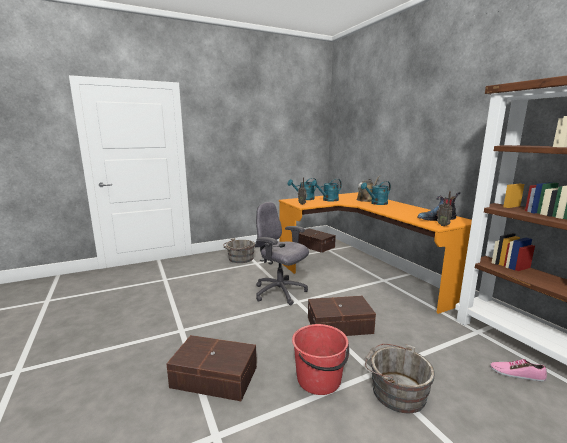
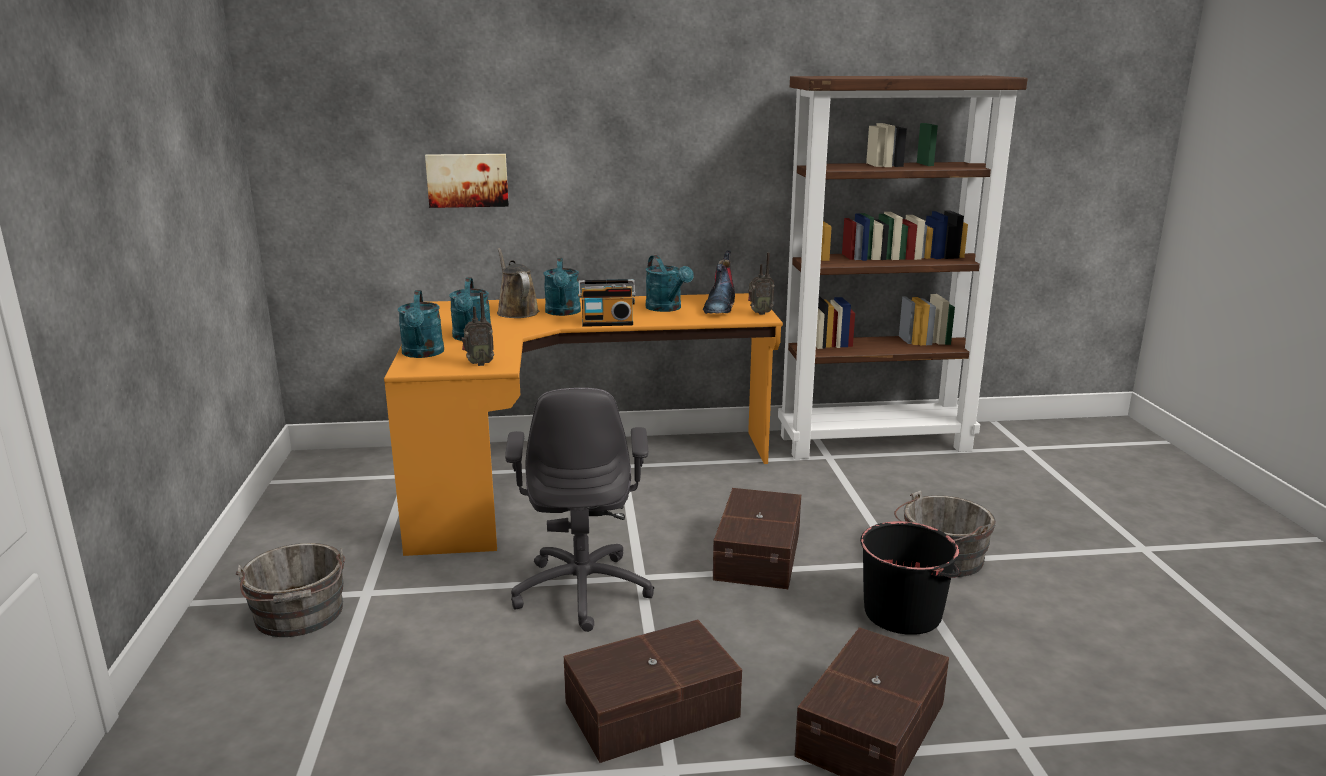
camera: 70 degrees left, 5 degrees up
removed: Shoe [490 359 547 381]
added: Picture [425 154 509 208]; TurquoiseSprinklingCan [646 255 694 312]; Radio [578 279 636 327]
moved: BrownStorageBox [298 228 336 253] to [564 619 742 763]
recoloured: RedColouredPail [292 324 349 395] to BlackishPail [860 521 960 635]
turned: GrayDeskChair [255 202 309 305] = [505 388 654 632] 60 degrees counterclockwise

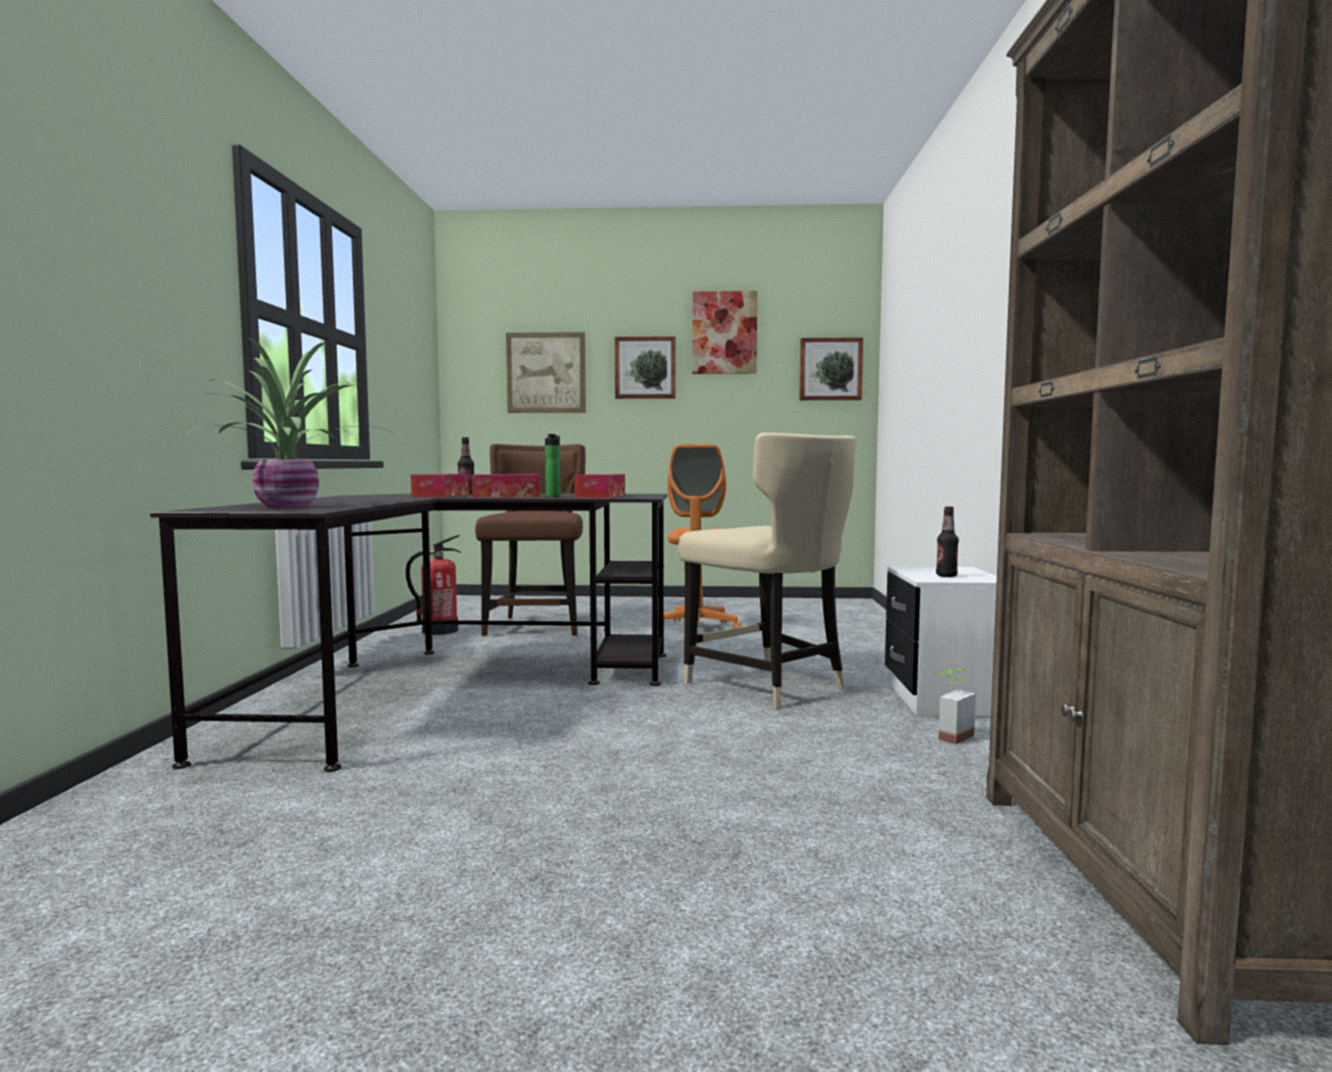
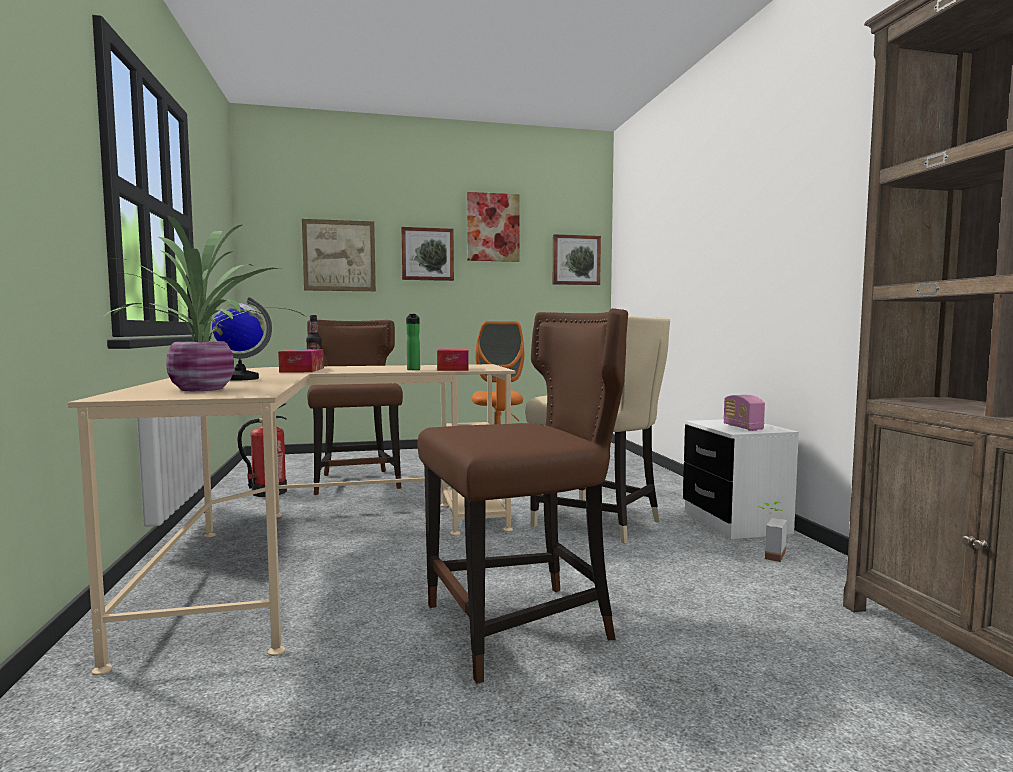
camera: 15 degrees left, 0 degrees up
removed: TissueHolder [471 474 540 498]
added: WorldGlobe [212 297 272 381]; BrownUprightChair [417 308 628 684]
replaced: Bottle [936 506 959 577] to Radio [723 395 765 431]
recoloured: BlackishDeskTable [150 494 668 772] to SandColouredDeskTable [68 364 515 675]

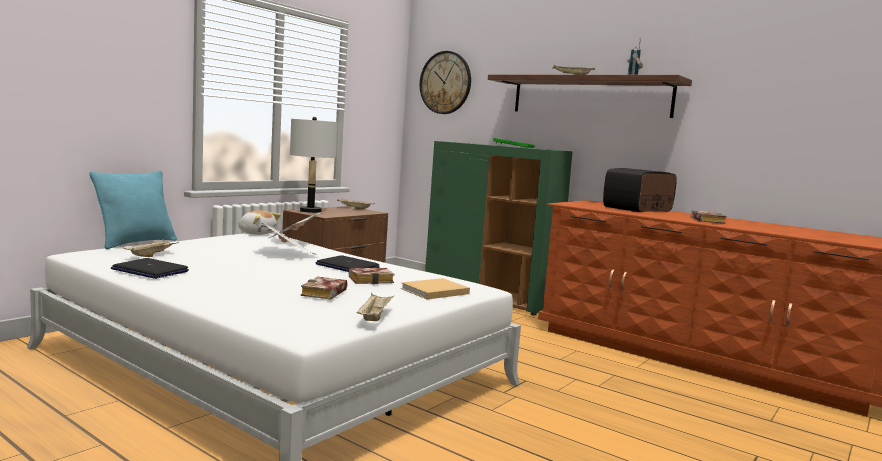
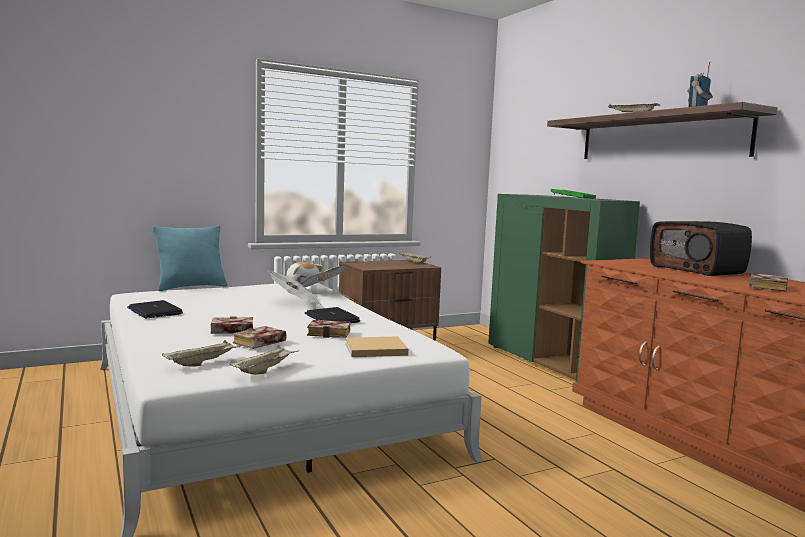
camera: 25 degrees right, 0 degrees up
removed: WallClock [420 51 471 114]; GrayLampForATable [290 117 337 213]
added: Volume [211 316 253 334]
moved: SandColouredServingTray [124 239 178 257] to [162 340 240 367]
turned: Radio [603 168 677 212] = [650 221 752 276] 105 degrees counterclockwise

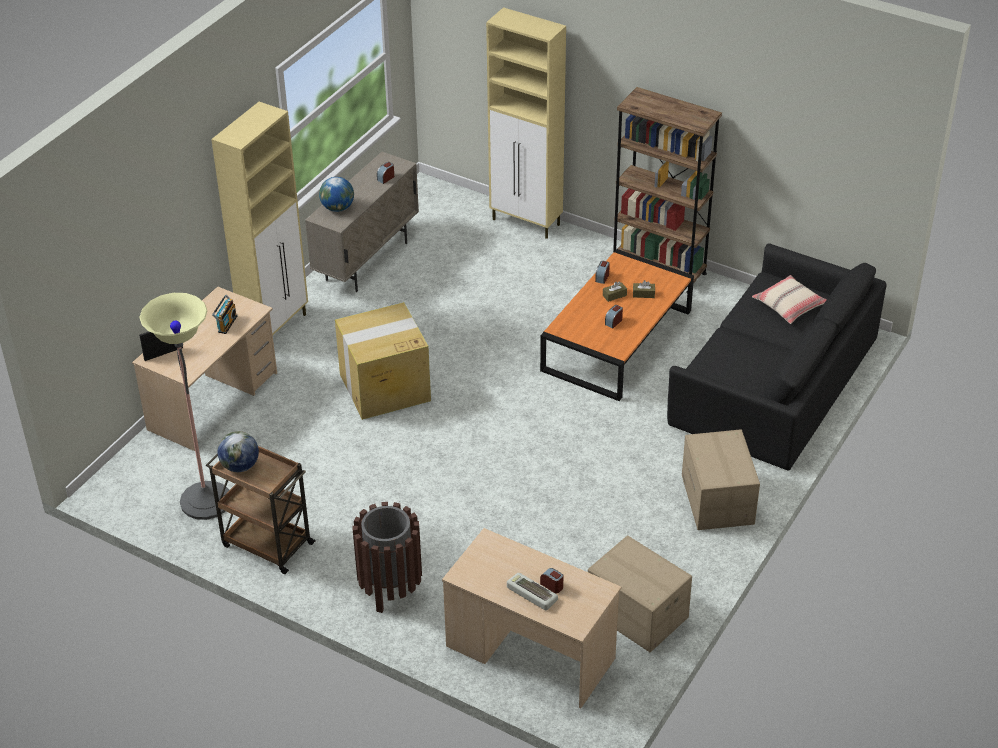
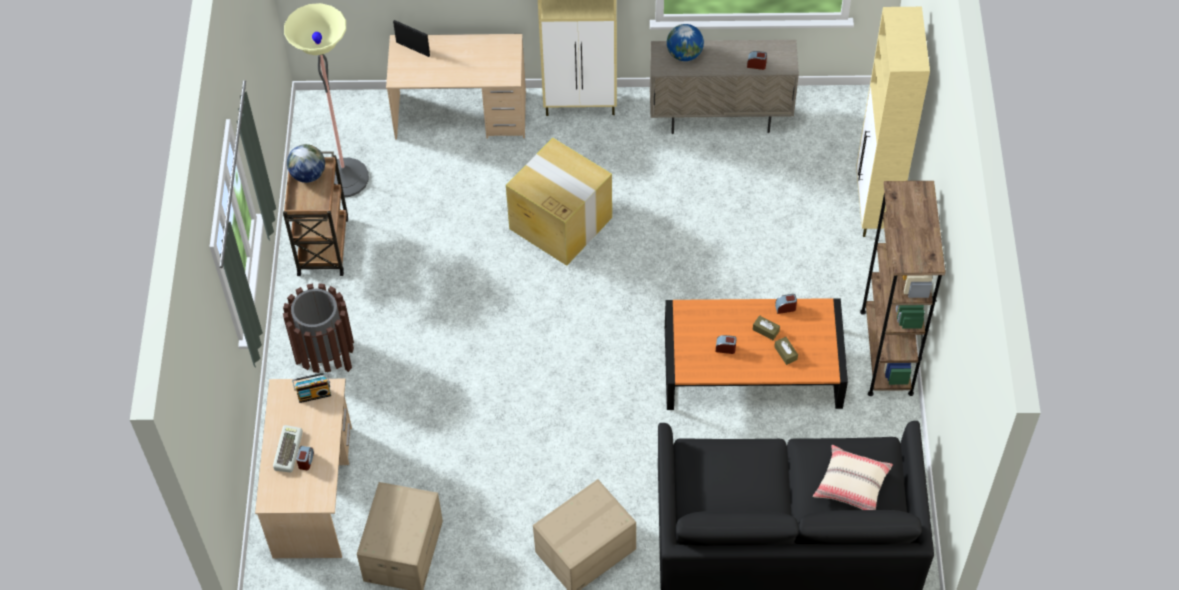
camera: 60 degrees right, 15 degrees up
moved: Radio [212 295 237 334] to [292 372 331 403]

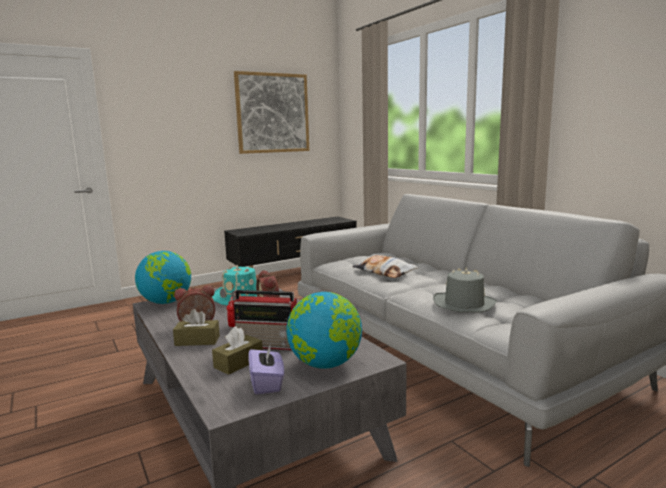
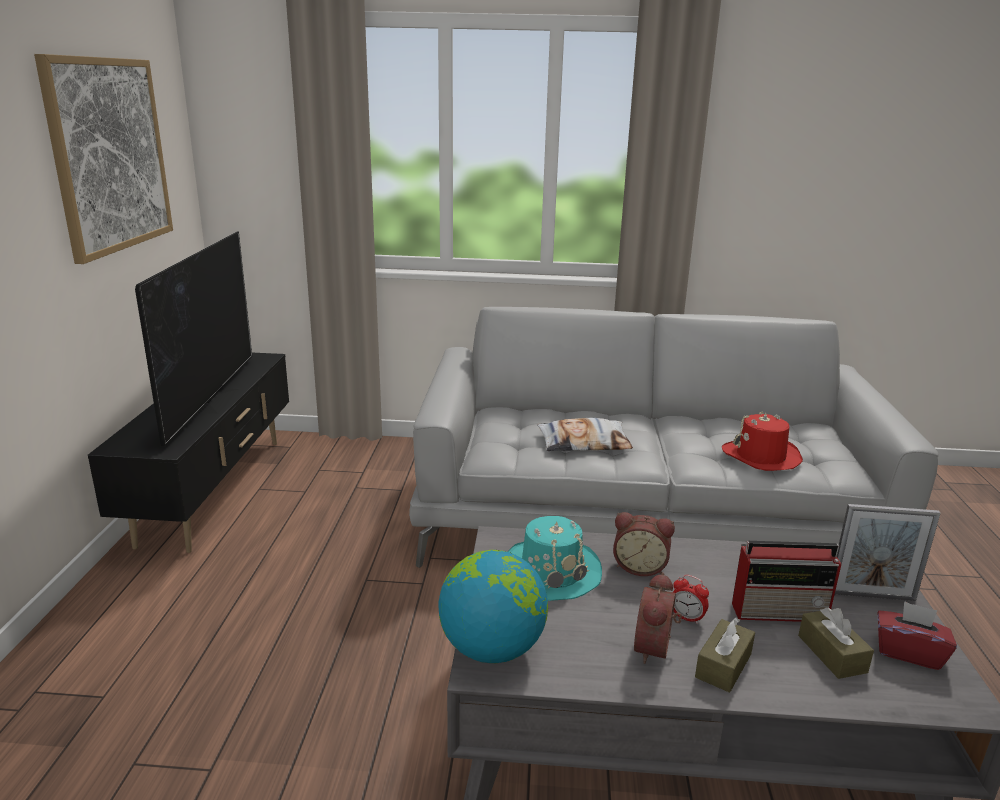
camera: 55 degrees left, 10 degrees up
added: Television [135 231 252 446]
replaced: WorldGlobe [286 292 362 369] to PictureFrame [835 504 940 601]
recoloured: GrayHat [433 268 497 313] to RedColouredHat [722 412 803 471]; PurpleColouredTissueHolder [248 345 284 395] to RedColouredTissueHolder [877 601 957 670]
turned: Radio [232 290 297 350] = [732 541 841 622] 45 degrees clockwise

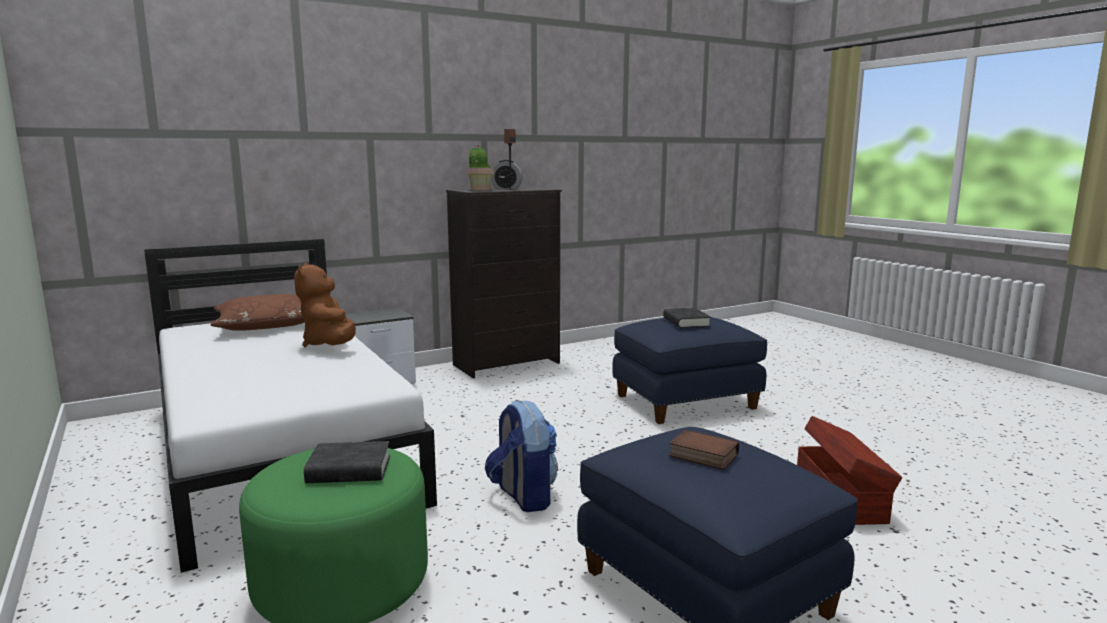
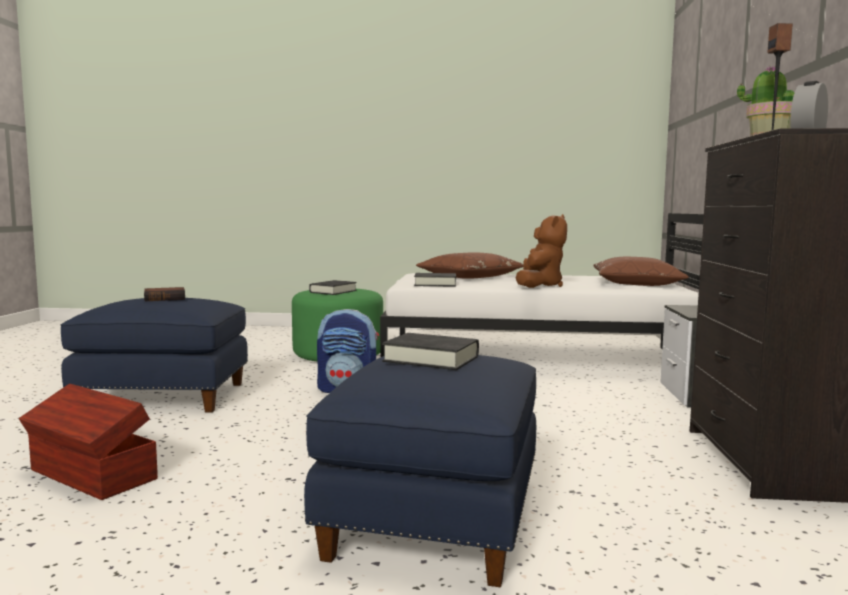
camera: 125 degrees right, 5 degrees down
added: BrownPillow [416 252 523 279]; BlackishVolume [414 273 456 287]
turned: BrownPlushToy [294 263 356 347] = [516 214 567 288] 90 degrees clockwise

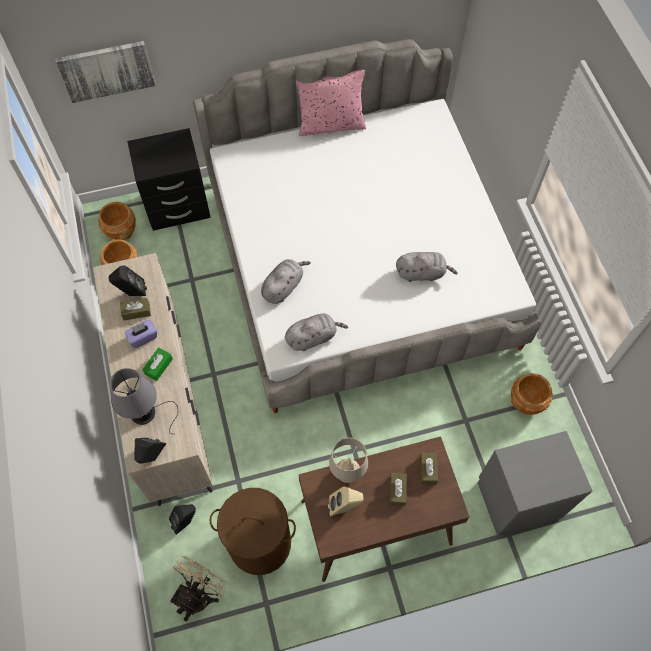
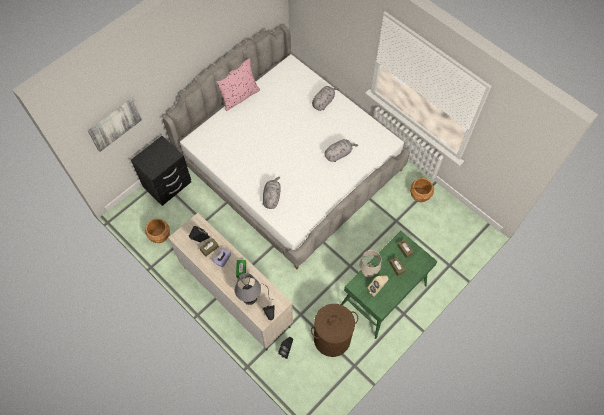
camera: 30 degrees left, 0 degrees up
removed: BrownFlowerPot [98 202 136 240]; GrayNightTable [478 431 592 536]; SandColouredElectricFan [169 556 228 621]
moved: GrayPlushToy [285 313 348 351] to [312 86 339 111]
recoloured: BrownDeskTable [298 436 470 582] to GreenishDeskTable [341 231 437 339]

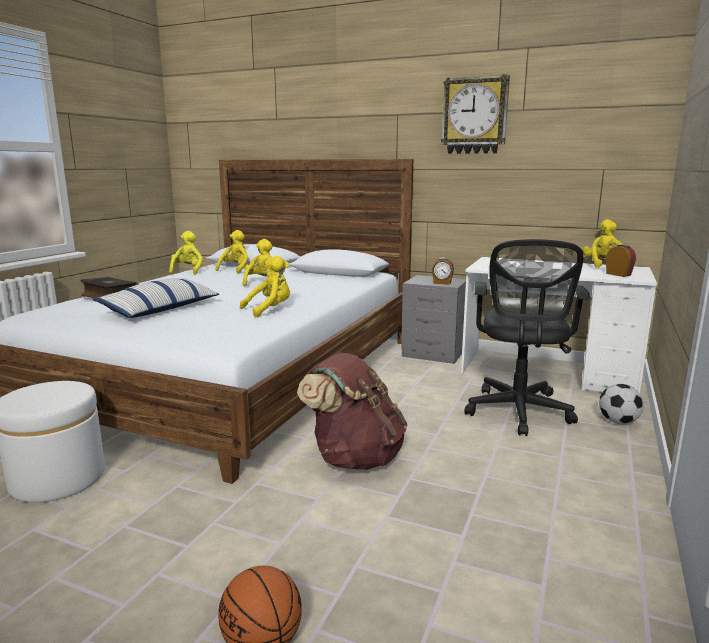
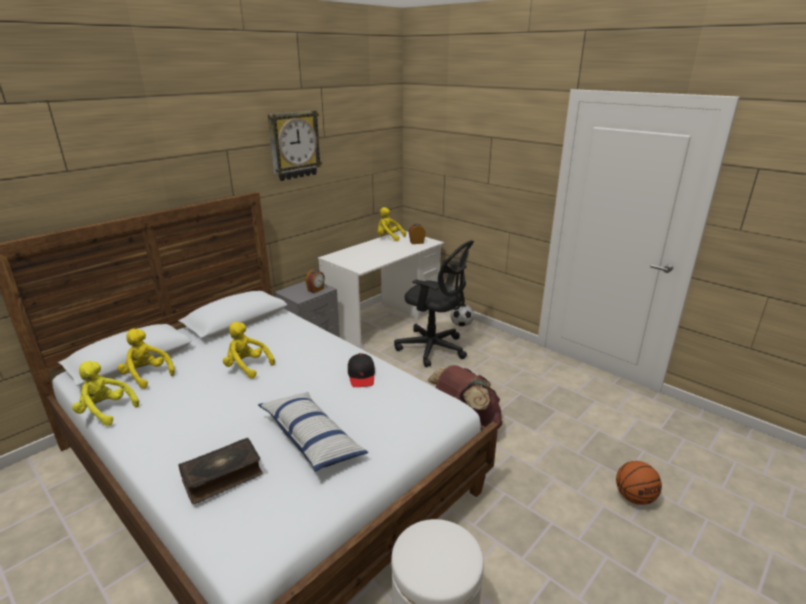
camera: 70 degrees left, 10 degrees up
replaced: YellowishPlushToy [240 256 290 317] to BlackishBaseballCap [348 353 375 387]

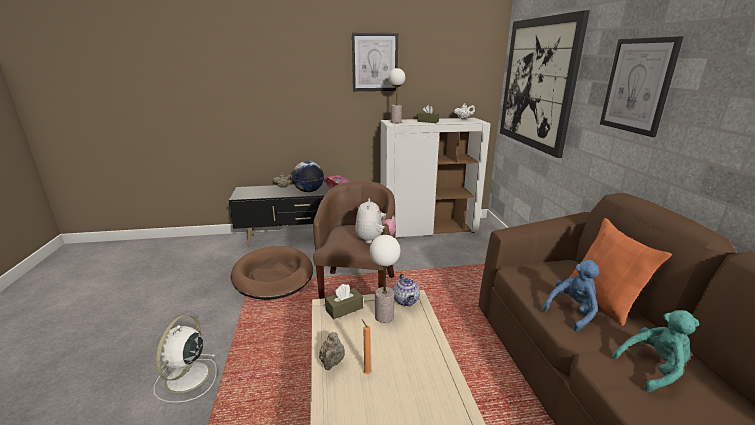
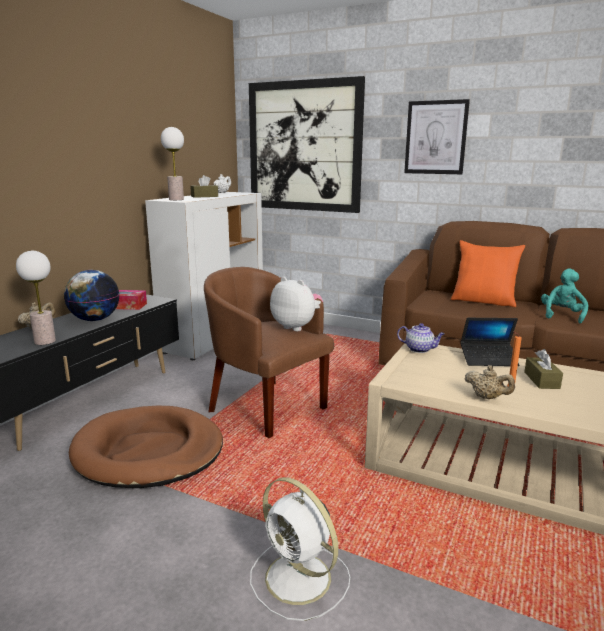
camera: 55 degrees left, 5 degrees down
removed: Picture [352 33 398 91]; BluePlushToy [542 260 599 331]
added: NotebookComputer [460 318 519 366]
moved: LampForATable [370 235 400 323] to [16 251 56 345]; BrownTissueHolder [325 284 363 319] to [524 349 563 389]

